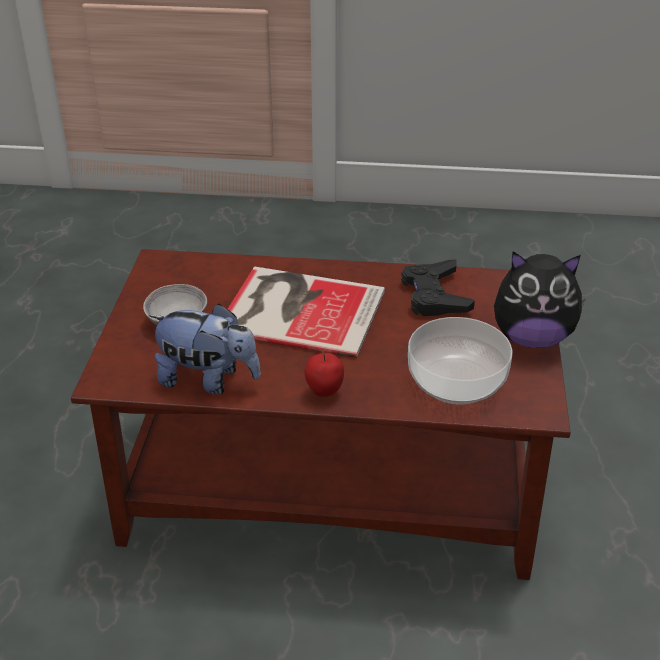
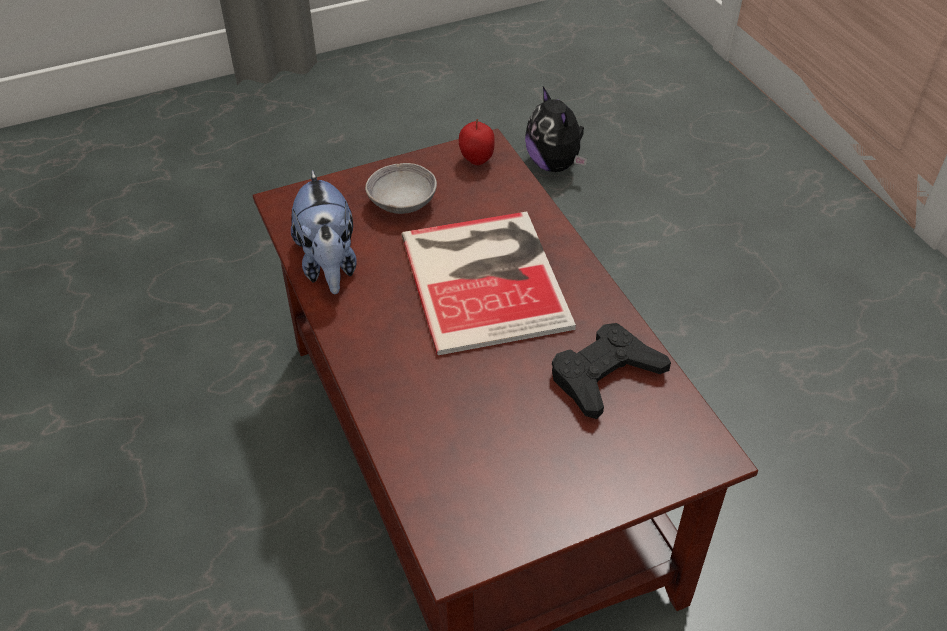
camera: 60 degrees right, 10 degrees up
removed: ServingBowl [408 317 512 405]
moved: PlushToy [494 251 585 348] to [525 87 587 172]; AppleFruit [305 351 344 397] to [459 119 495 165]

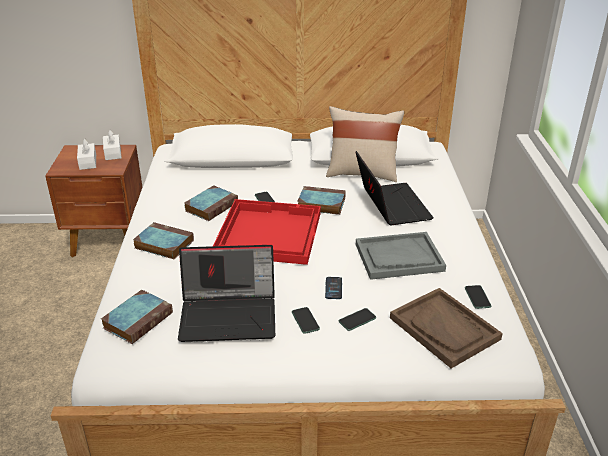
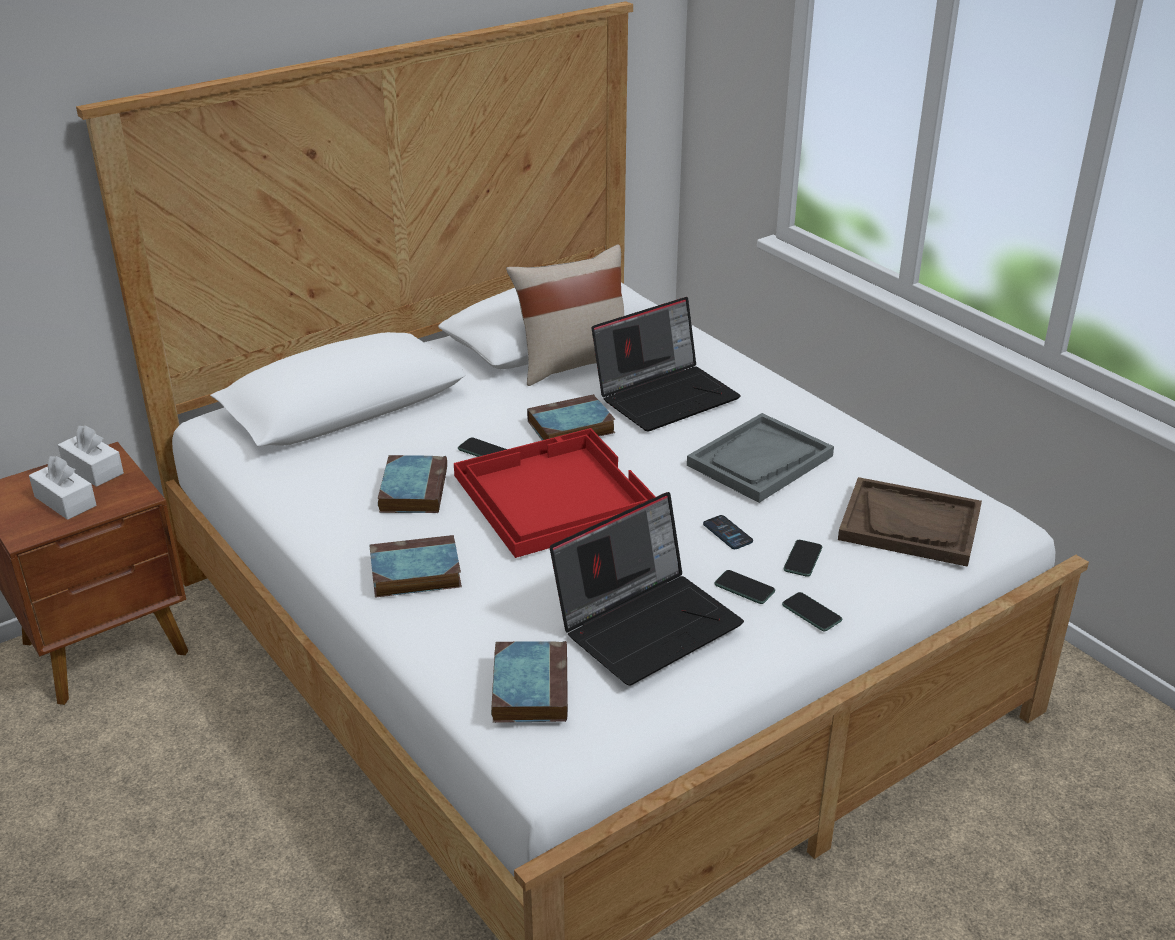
camera: 35 degrees left, 0 degrees up
moved: Handset [465 285 491 309] to [782 592 842 631]
turned: NotebookComputer [355 151 434 226] = [592 297 741 432] 105 degrees clockwise

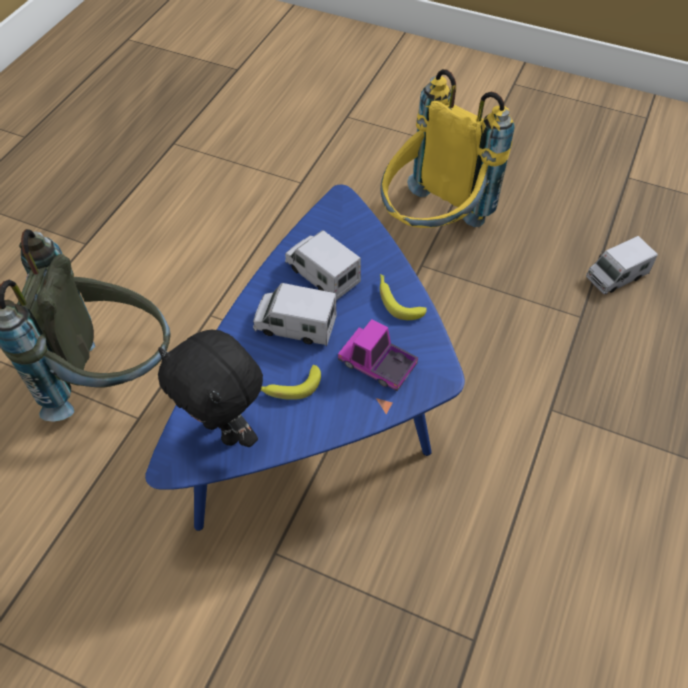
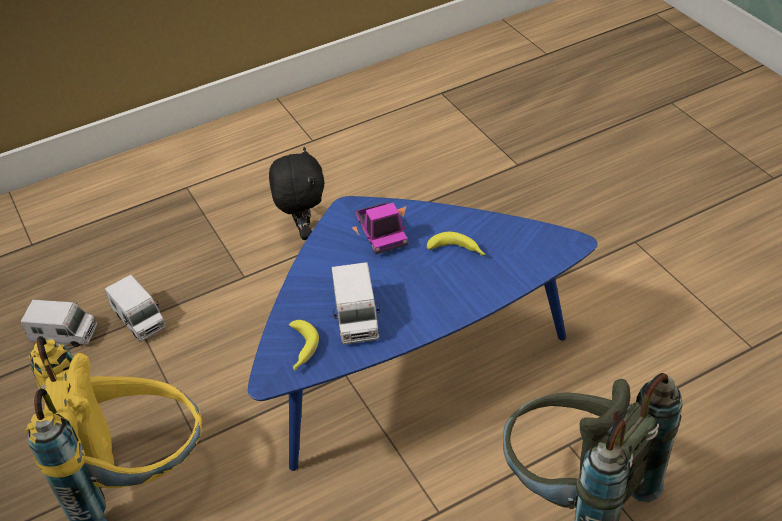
camera: 140 degrees left, 10 degrees down
moved: WholeBanana [380 274 427 320] to [289 320 319 370]; ToyTruck [253 283 336 346] to [105 275 166 341]; BlackishPlushToy [158 330 263 447] to [269 147 325 240]

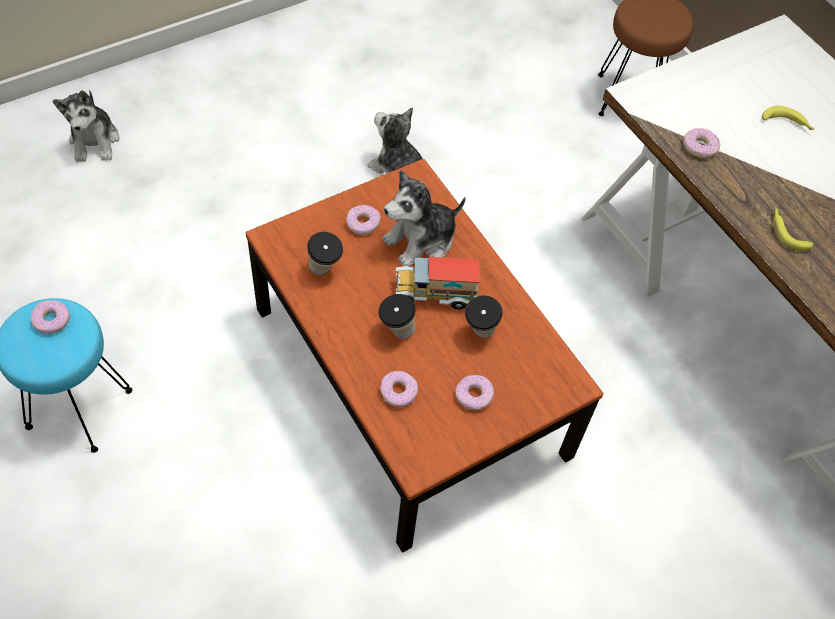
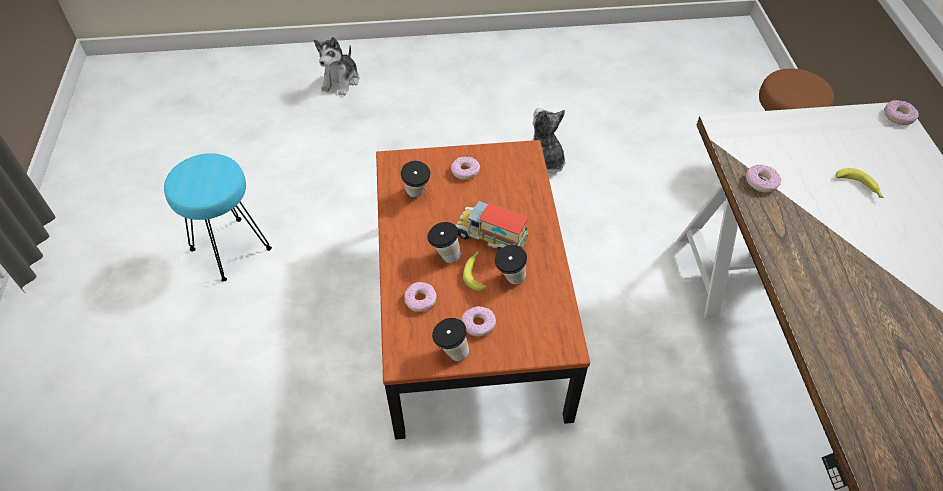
camera: 30 degrees right, 5 degrees down
removed: PlushToy [382 169 466 266]
added: DrinkingCup [432 318 469 361]
moved: WholeBanana [773 207 813 251] to [463 251 486 291]; RingDoughnut [30 300 70 334] to [884 100 919 125]

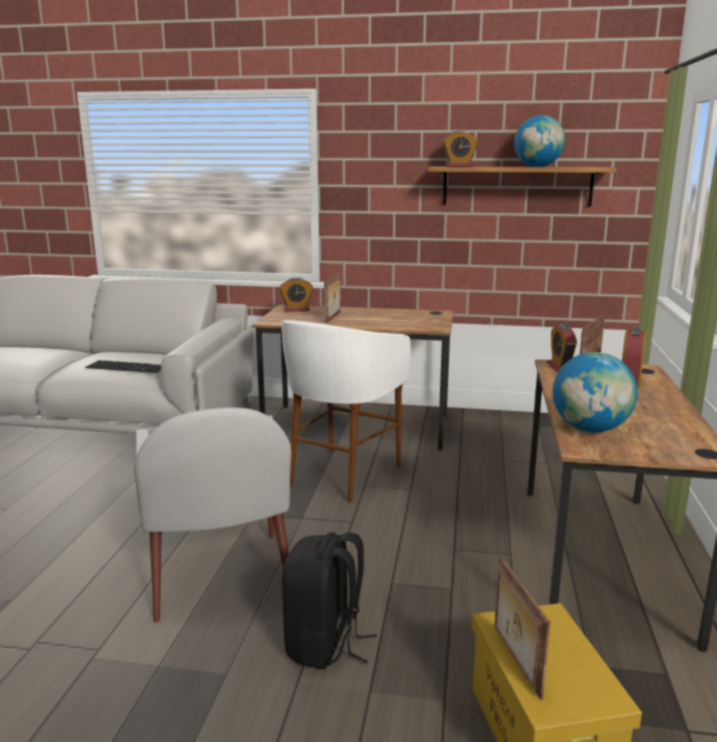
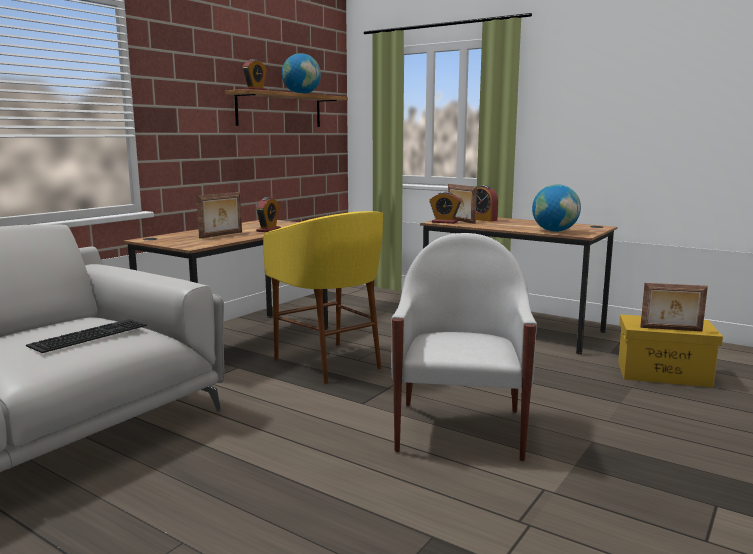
camera: 65 degrees left, 5 degrees down
removed: BlackishBackpack [282 532 377 669]
moved: AlarmClock [280 277 313 312] to [256 197 281 232]
recoloured: WhiteColouredSittingStool [281 320 411 503] to YellowishSittingStool [263 211 383 384]
turned: PictureFrame [324 273 341 324] = [196 192 242 239] 90 degrees clockwise; WhiteColouredLoungeChair [134 407 292 623] = [391 233 537 462] 90 degrees counterclockwise

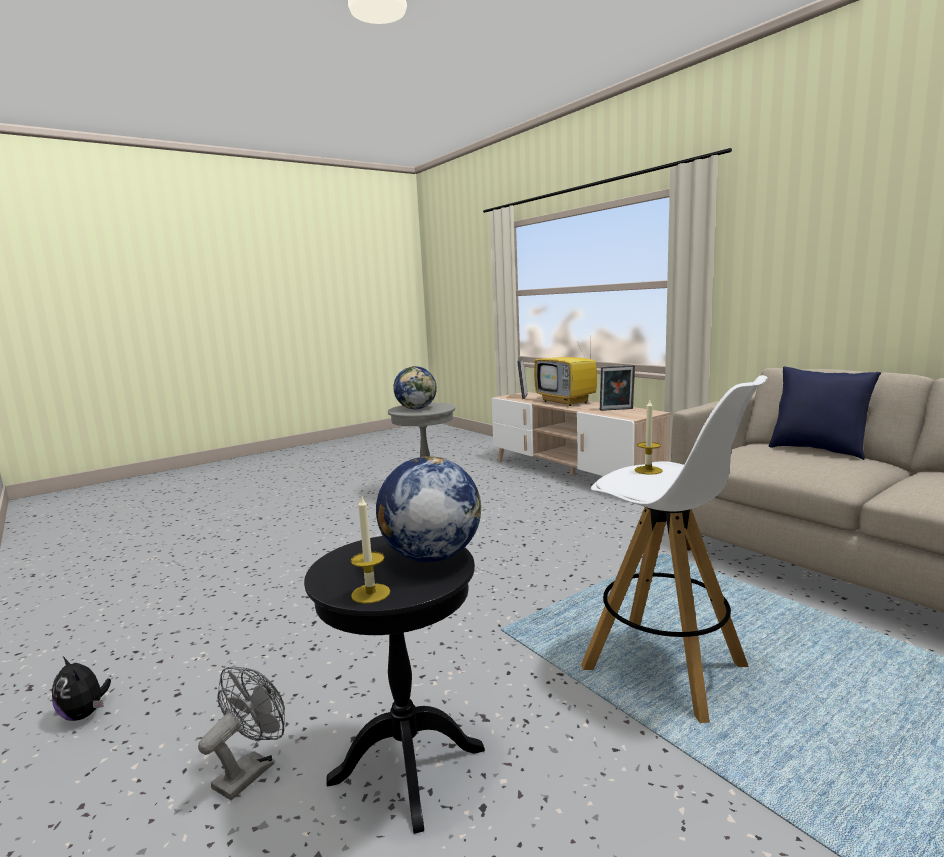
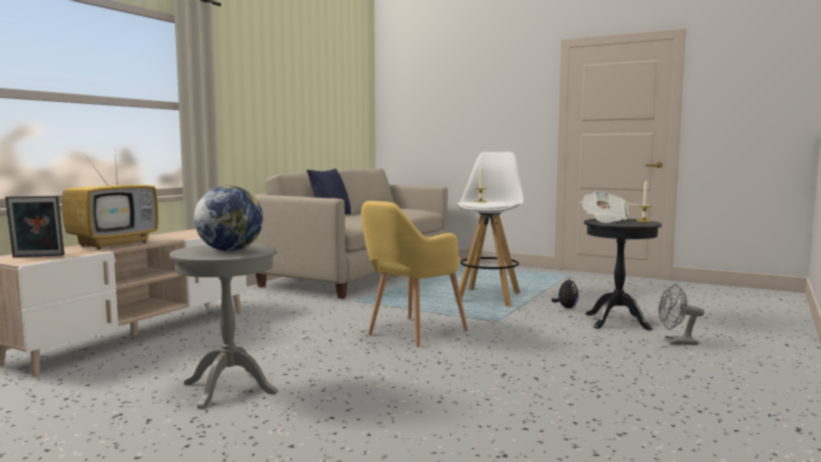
camera: 115 degrees left, 5 degrees down
removed: PictureFrame [600 365 635 411]
added: YellowishLoungeChair [361 201 468 347]
moved: PlushToy [52 657 111 721] to [551 276 579 308]
replaced: WorldGlobe [376 456 481 562] to DailyPaper [581 191 628 223]

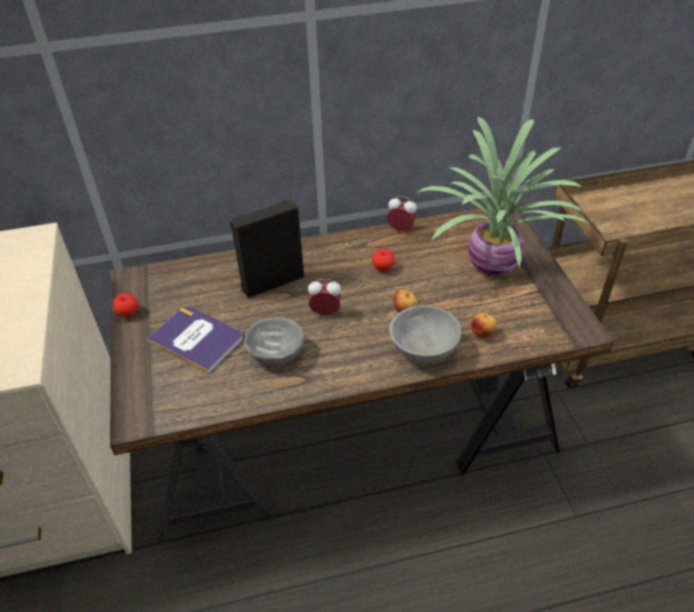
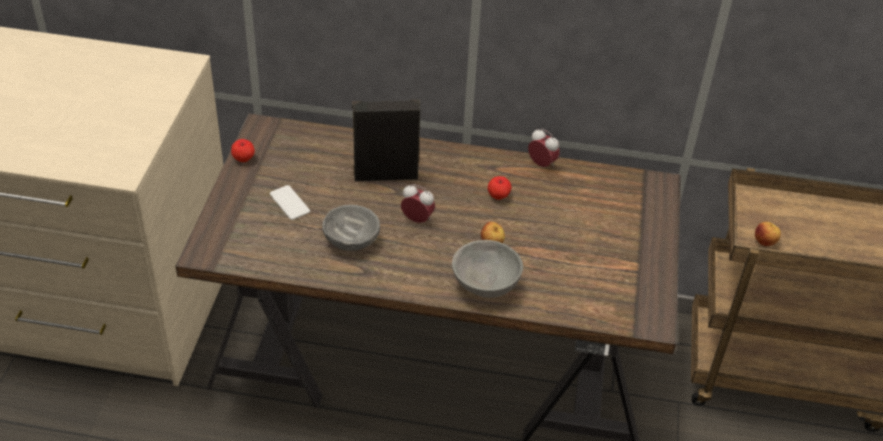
camera: 20 degrees right, 0 degrees up
removed: PottedPlant [415 117 589 276]
moved: AppleFruit [471 313 497 338] to [755 222 781 246]
replaced: Volume [147 306 243 374] to Handset [270 185 310 220]

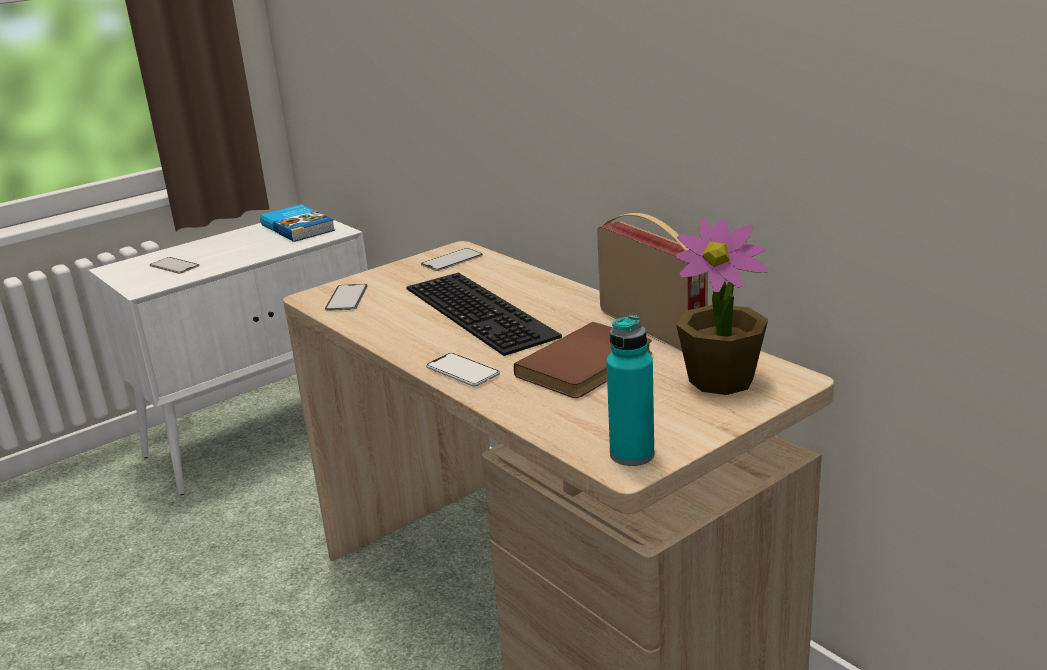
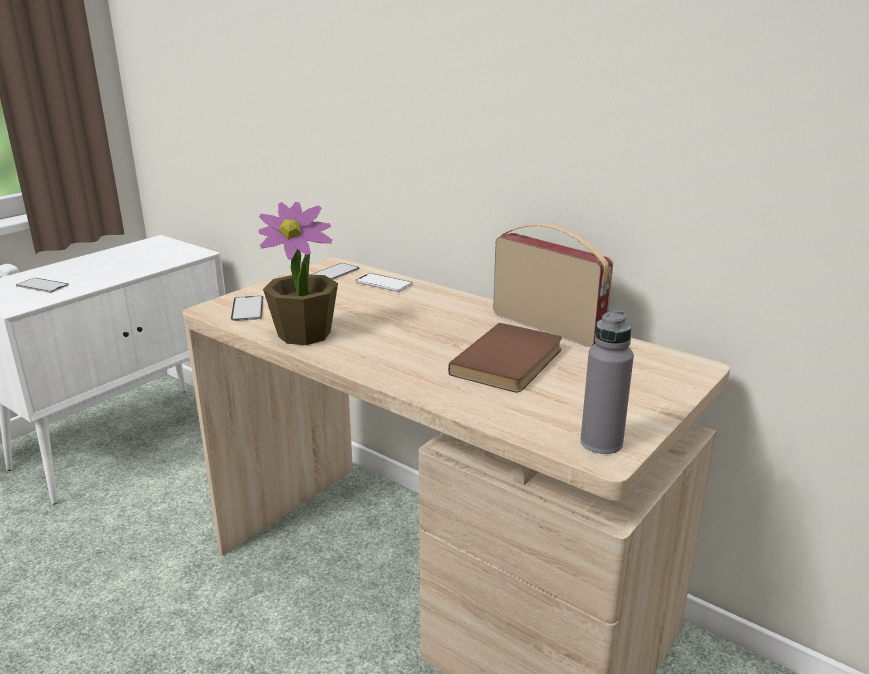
camera: 15 degrees left, 0 degrees up
removed: Volume [260 204 335 242]; ComputerKeyboard [406 273 562 356]
moved: PottedPlant [676 219 769 395] to [259 202 338 345]; Handset [426 353 500 386] to [355 273 413 292]
recoloured: TurquoiseBottle [606 315 654 466] to GrayBottle [580 310 634 454]

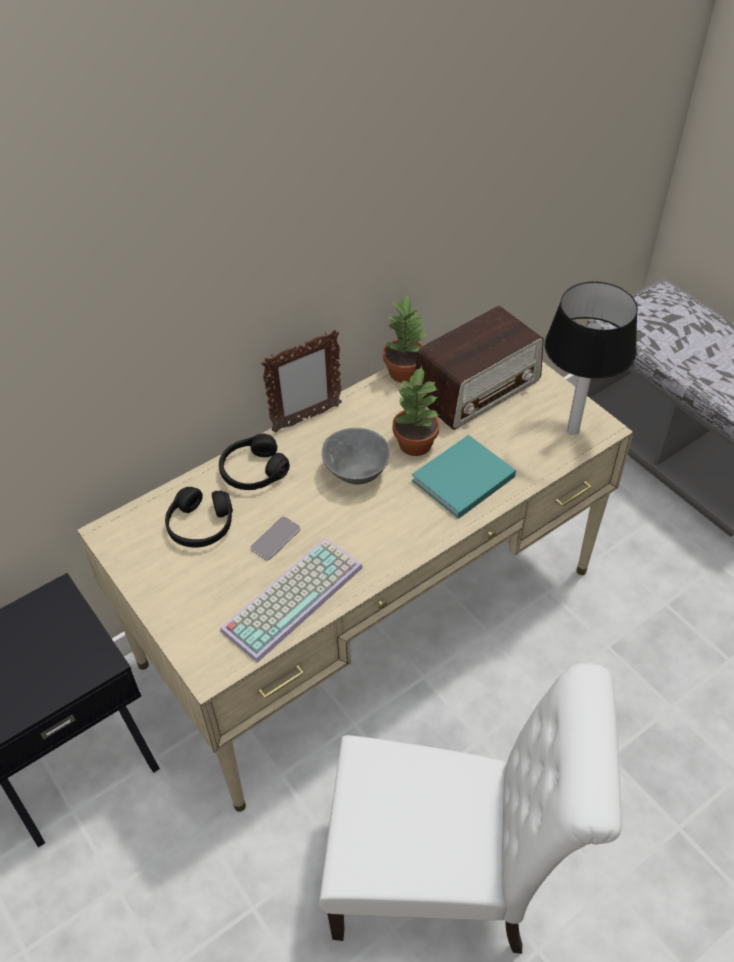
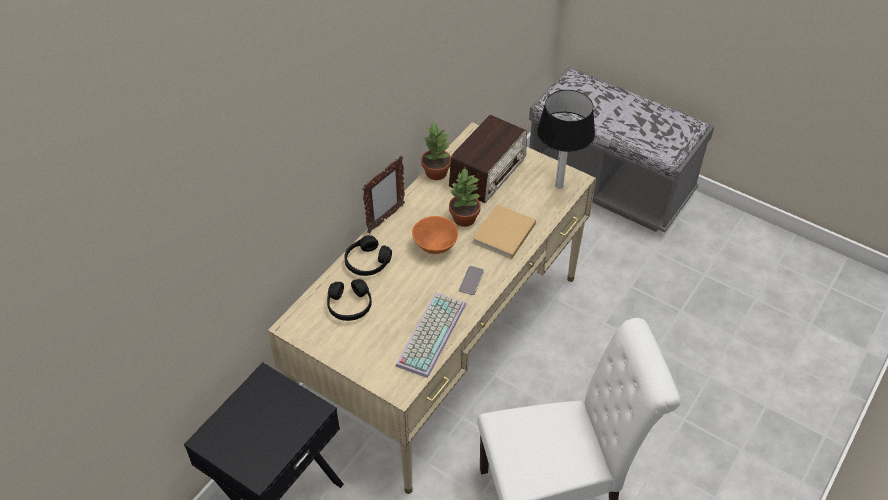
camera: 20 degrees left, 0 degrees up
moved: Handset [250 516 301 560] to [459 266 484 295]
recoloured: GrayServingBowl [322 428 390 485] to OrangeColouredServingBowl [412 216 458 254]; TurquoiseVolume [412 435 516 519] to SandColouredVolume [472 204 536 259]

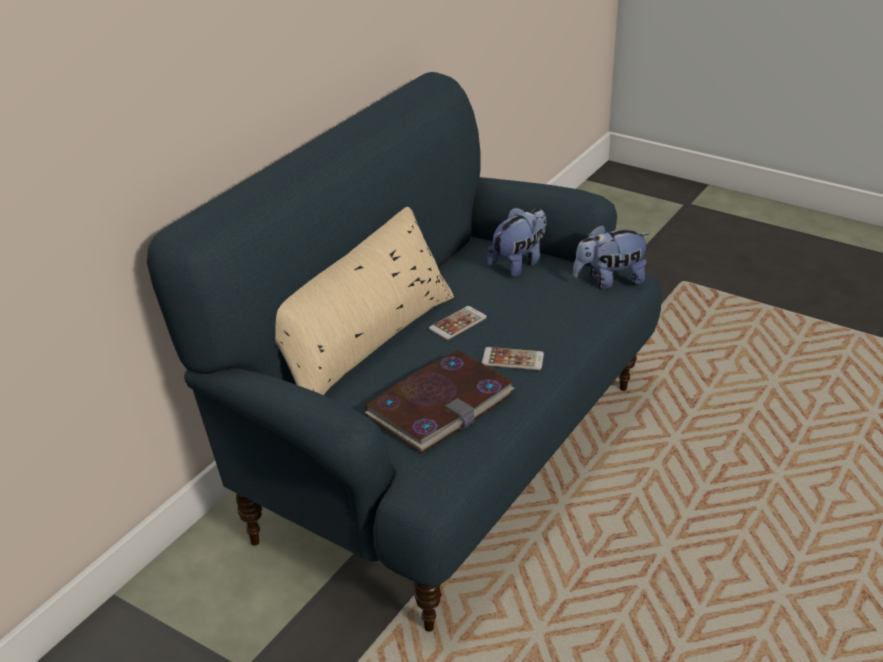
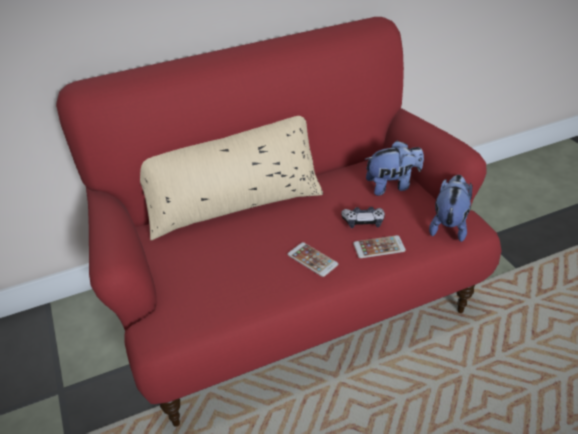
camera: 35 degrees right, 5 degrees up
removed: Volume [364 350 515 454]
added: Joypad [341 207 385 228]
moved: Handset [429 306 487 340] to [353 235 406 258]
recoloured: BlueCouch [147 72 662 632] to RedColouredCouch [56 17 501 427]
turned: PlushToy [573 224 651 289] = [429 175 472 242] 90 degrees clockwise

